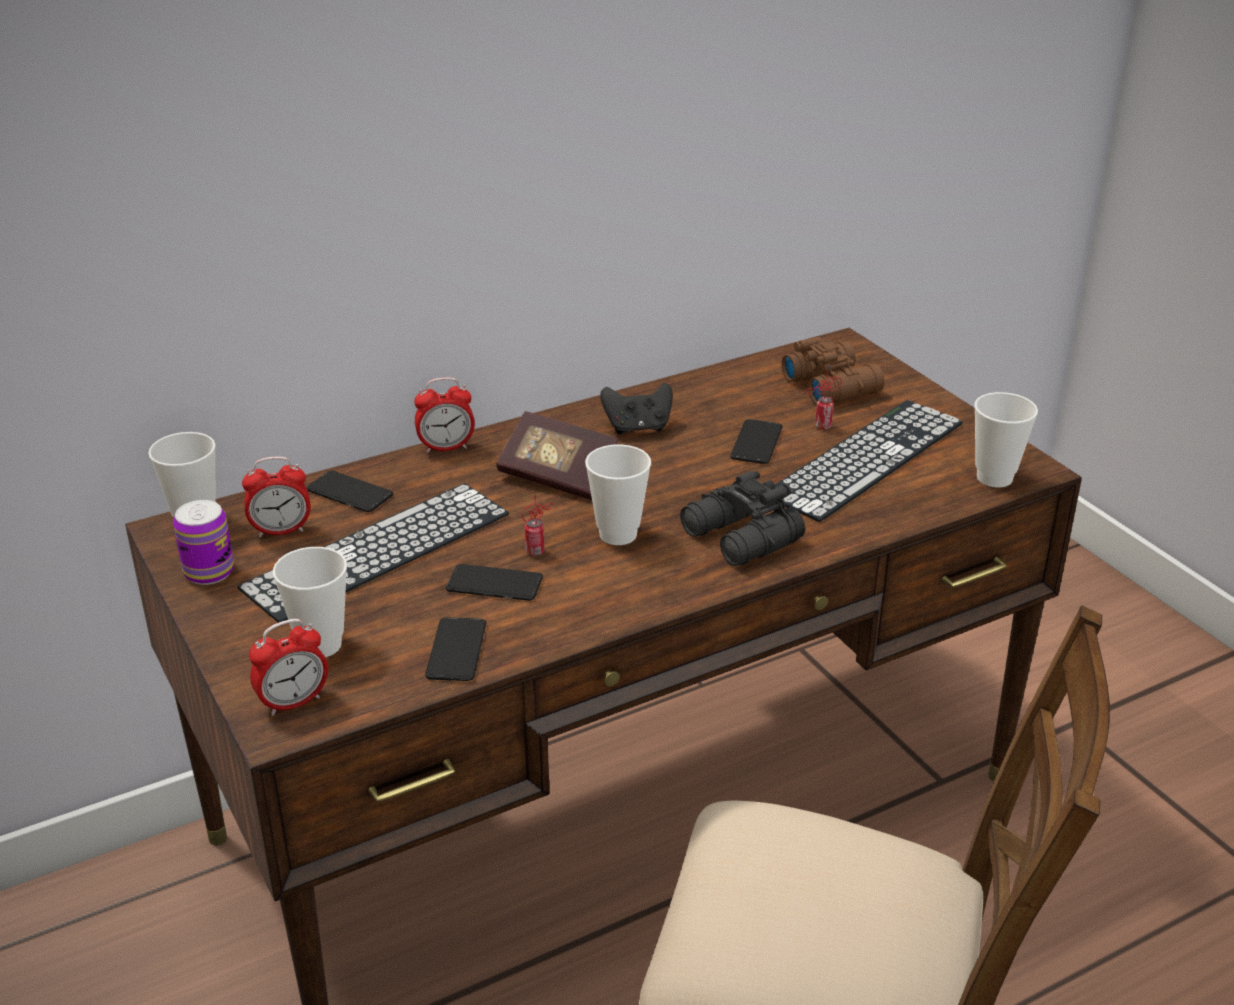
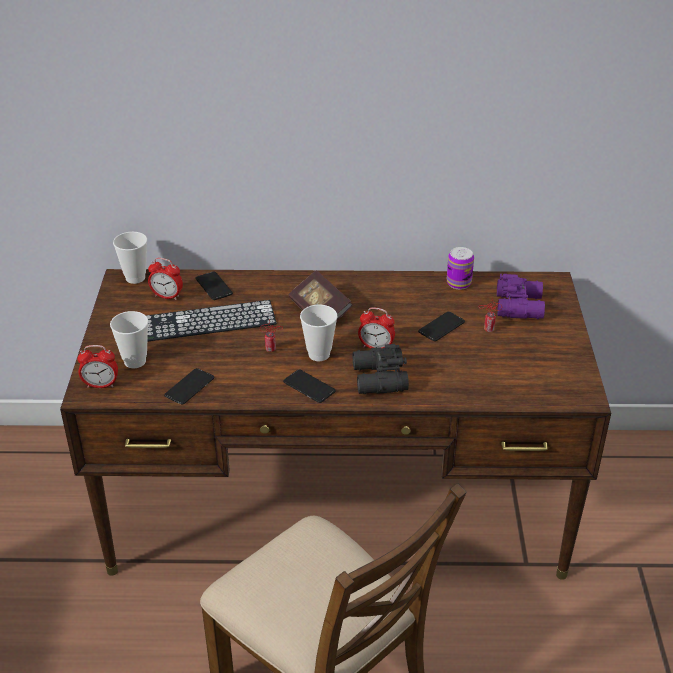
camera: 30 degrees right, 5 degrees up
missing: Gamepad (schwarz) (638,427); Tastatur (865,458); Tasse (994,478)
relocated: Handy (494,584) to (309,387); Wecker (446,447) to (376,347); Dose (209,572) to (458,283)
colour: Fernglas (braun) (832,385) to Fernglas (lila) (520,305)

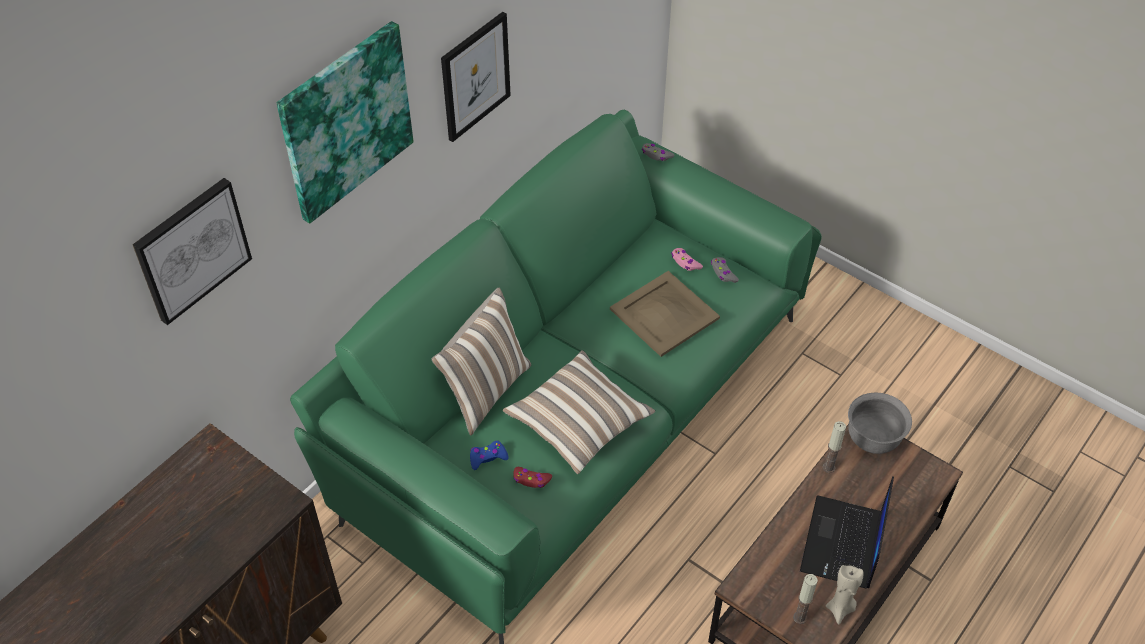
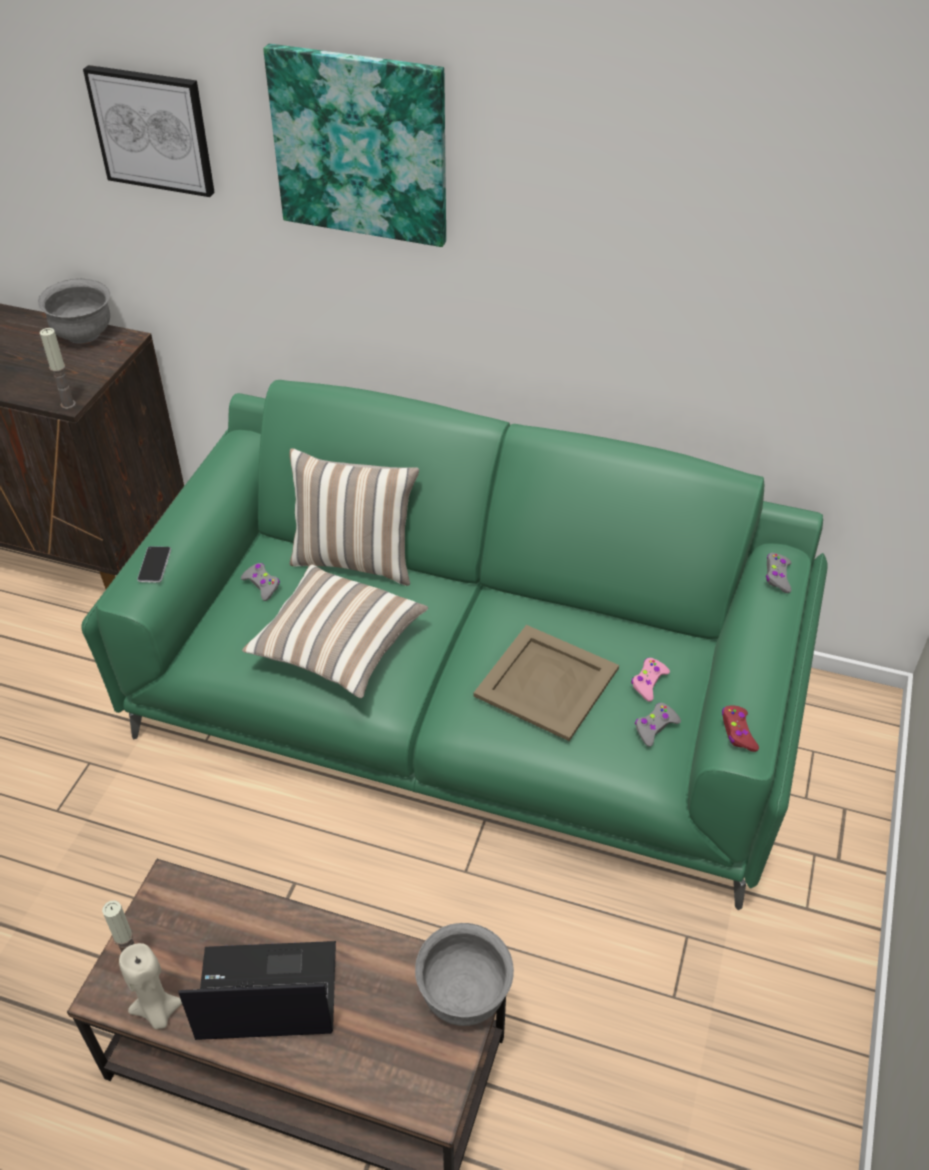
camera: 70 degrees right, 5 degrees down
missing: Bild (475,76)
appeared: Schüssel (grau) (83,335); Handy (154,565)
relocated: Kerze (828,467) to (68,404); Gamepad (rot) (531,480) to (738,732)
colour: Gamepad (blau) (487,457) to Gamepad (grau) (262,585)

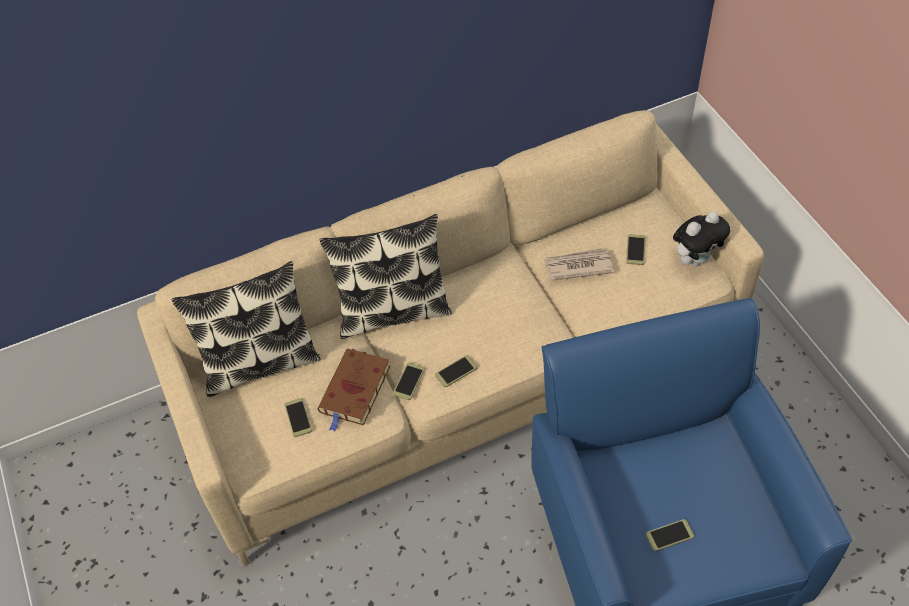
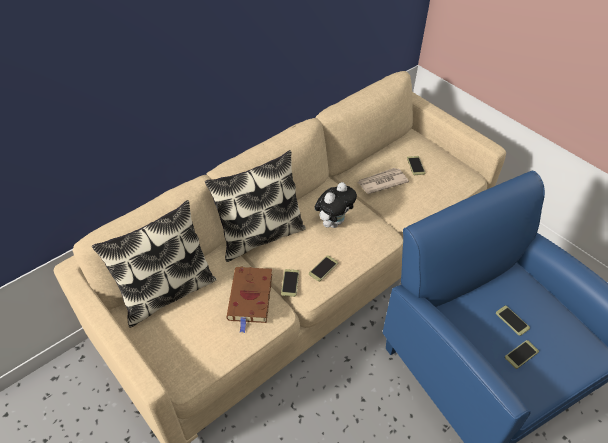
camera: 20 degrees left, 5 degrees down
relocated: Plüschtier (695,259) to (333,222); Handy (298,417) to (512,320)

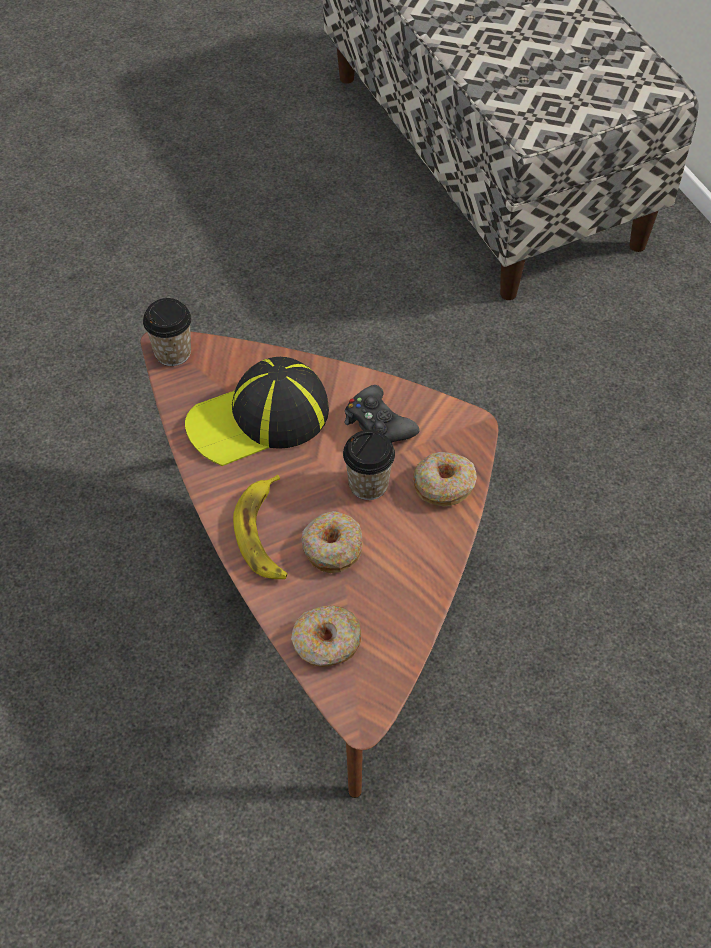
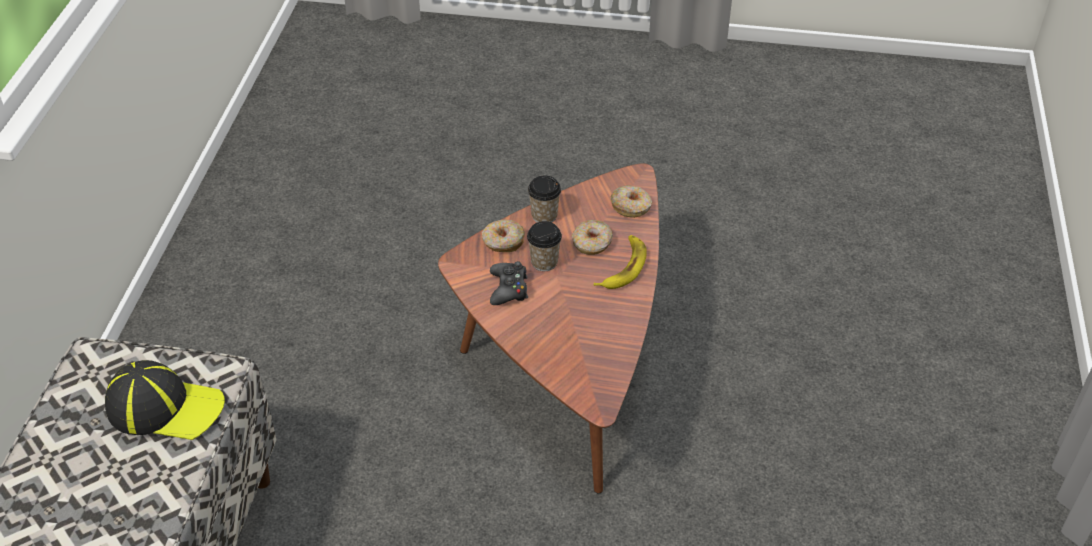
camera: 145 degrees left, 10 degrees down
relocated: Kappe (259,419) to (165,407); Tasse (173,353) to (544,216)

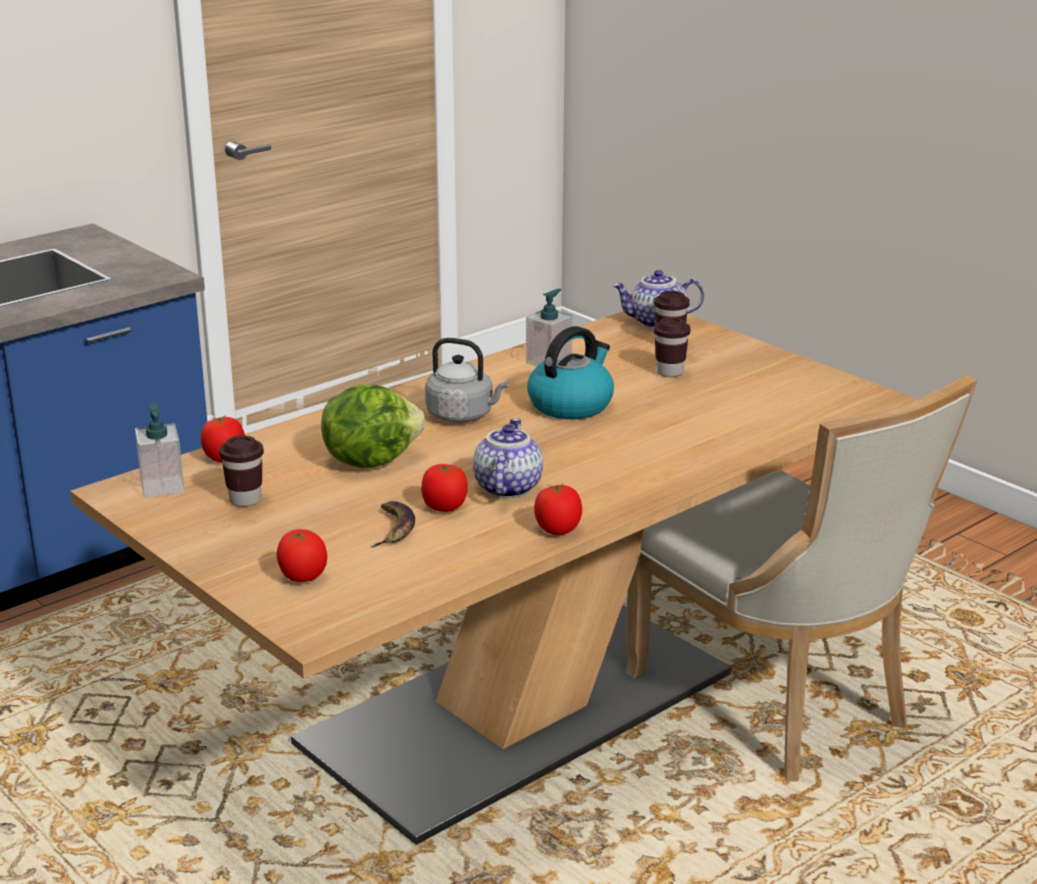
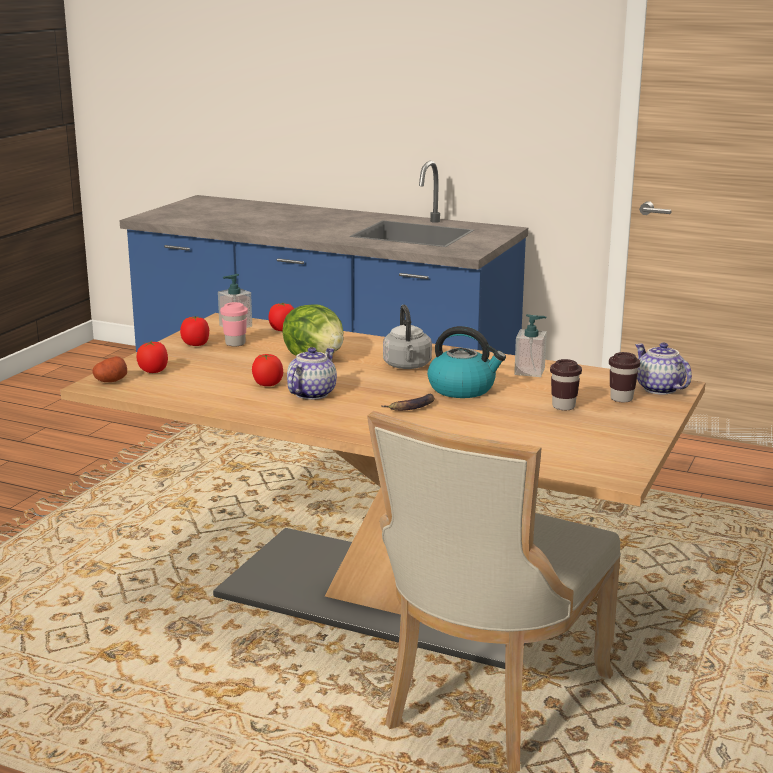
camera: 65 degrees right, 5 degrees down
appeared: Kartoffel (111,381)
relocated: Tomate (558,530) to (196,344); Banane (393,528) to (411,407)
colour: Tasse (braun) (245,500) to Tasse (rosa) (235,343)
spun: Teekanne (506,487) = (311,393) 45 degrees counterclockwise

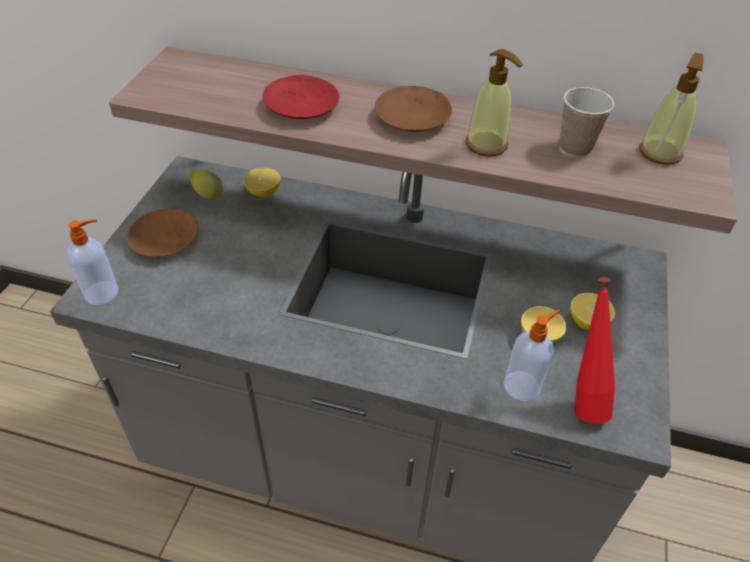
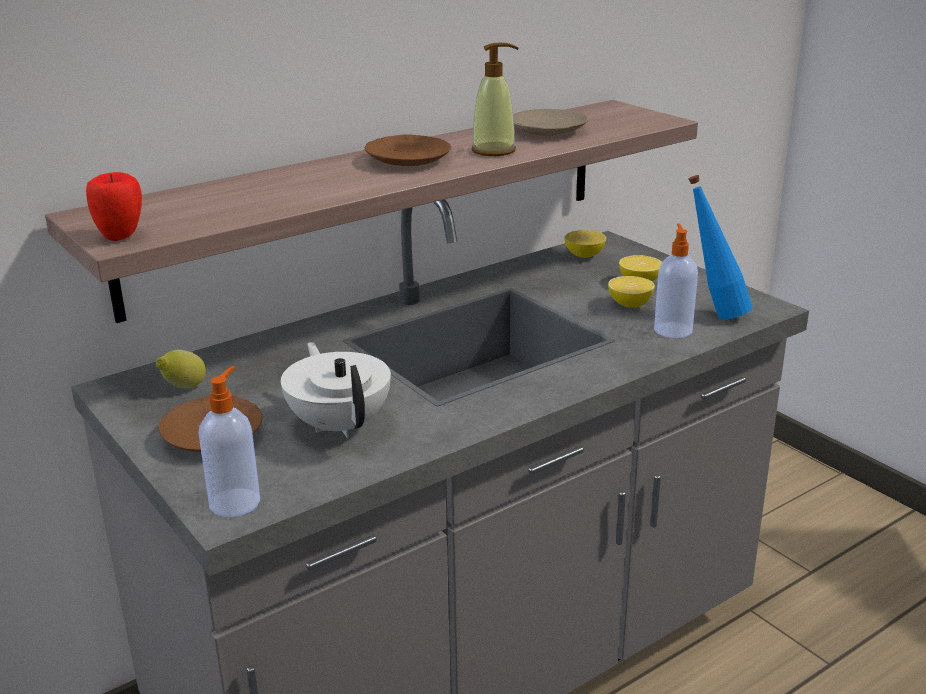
camera: 50 degrees left, 20 degrees down
missing: Teller (rot) (301,105); Seifenspender (660,152)
appeared: Apfel (121,237); Teekanne (weiß) (340,424)
relocated: Zitrone (263,192) to (584,255)
exchanged: Tasse (575,147) to Teller (beige) (547,131)
colour: Flasche (rot) (582,398) to Flasche (blau) (713,314)

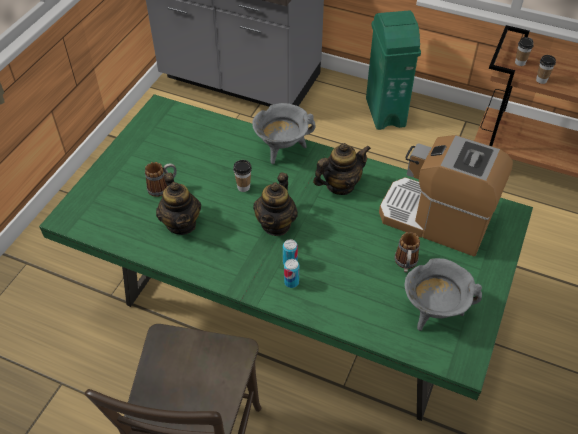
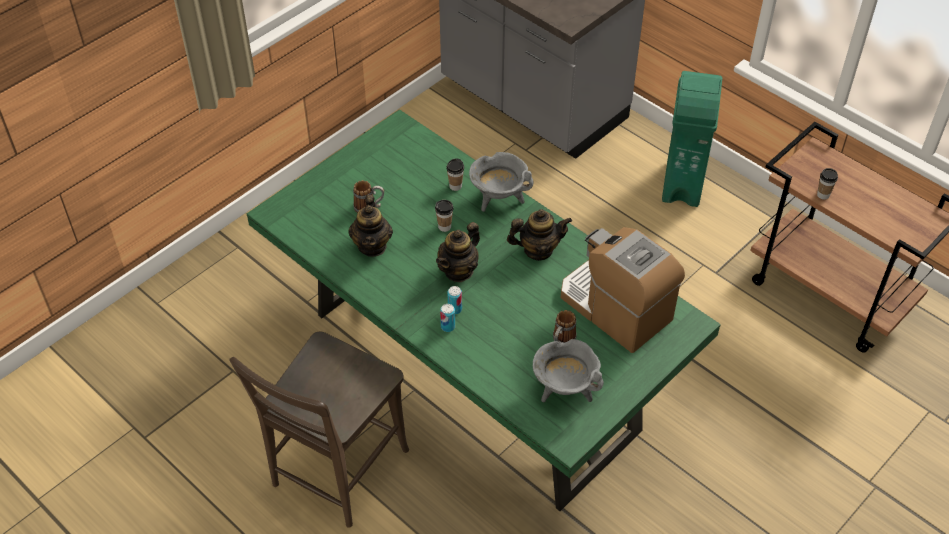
camera: 20 degrees right, 0 degrees up
relocated: Tasse (520,63) to (455,186)

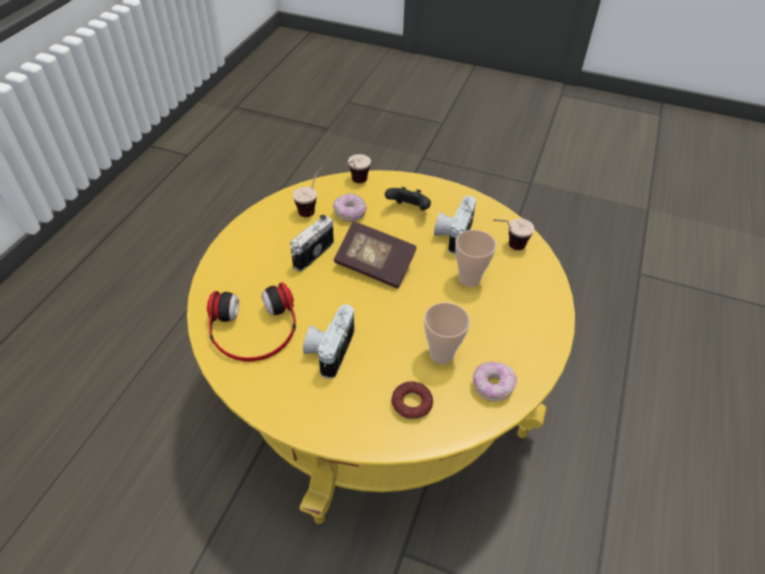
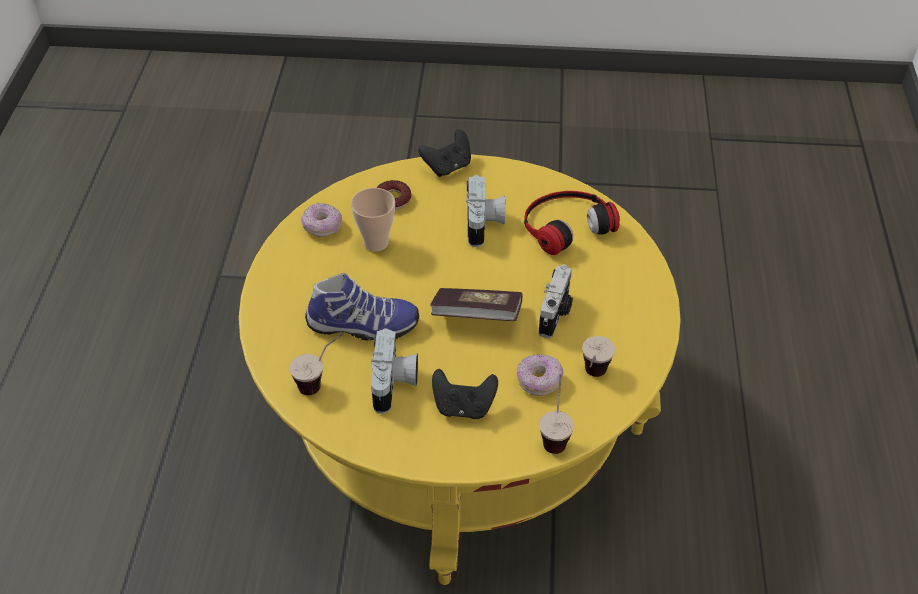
camera: 165 degrees right, 0 degrees up
appeared: Gamepad (schwarz) (447,167)
exchanged: Tasse (469,279) to Schuh (362,326)

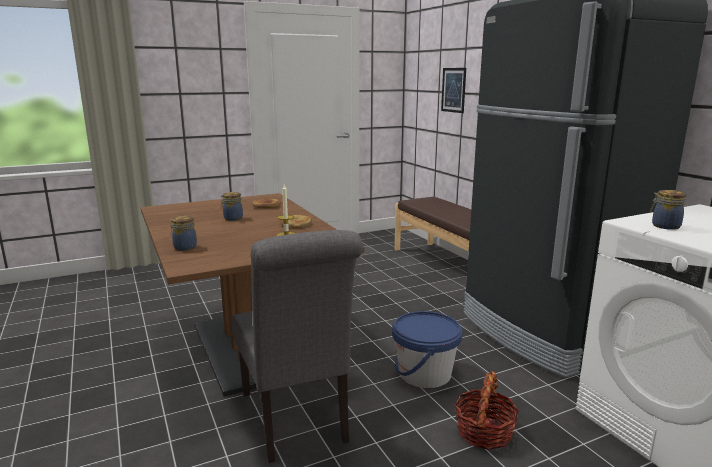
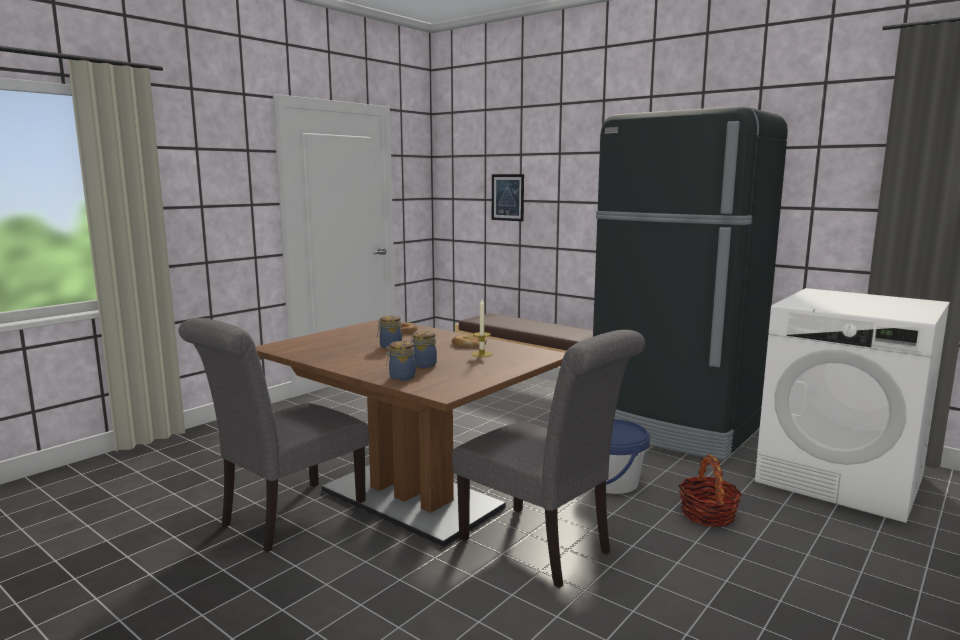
camera: 25 degrees left, 5 degrees down
appeared: Stuhl (grau) (286,518)
relocated: Vorratsglas (664,226) to (423,365)

